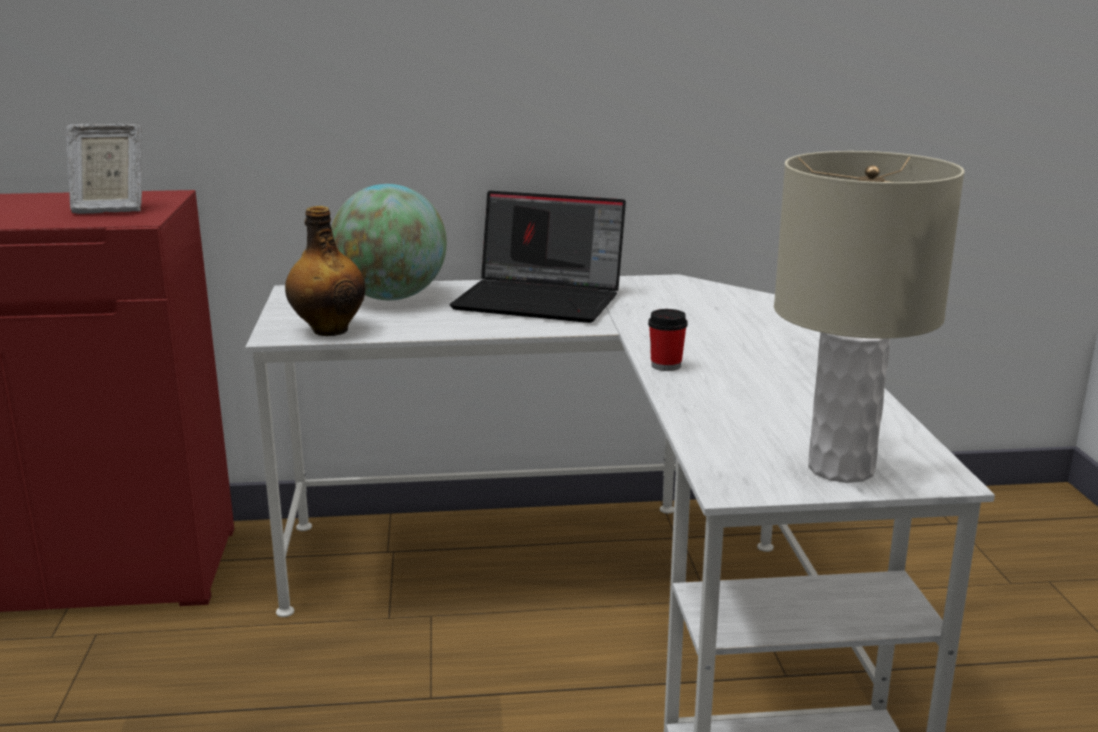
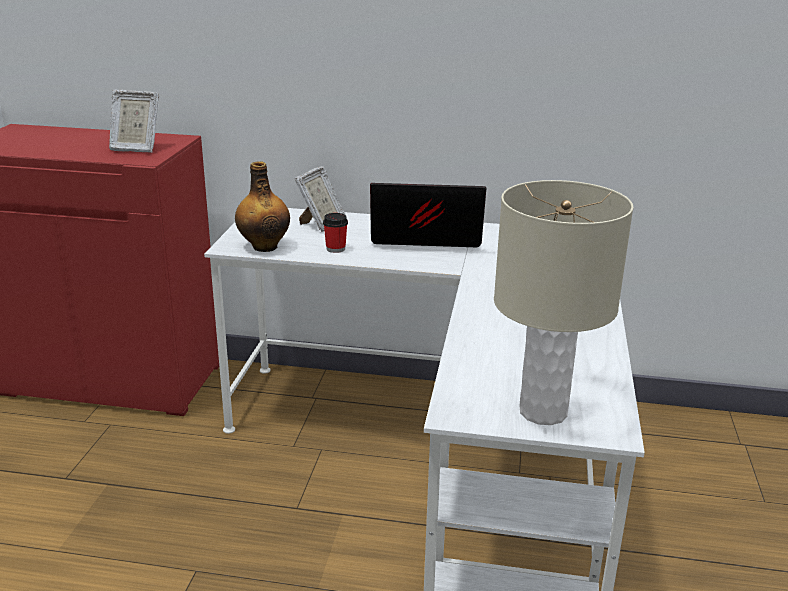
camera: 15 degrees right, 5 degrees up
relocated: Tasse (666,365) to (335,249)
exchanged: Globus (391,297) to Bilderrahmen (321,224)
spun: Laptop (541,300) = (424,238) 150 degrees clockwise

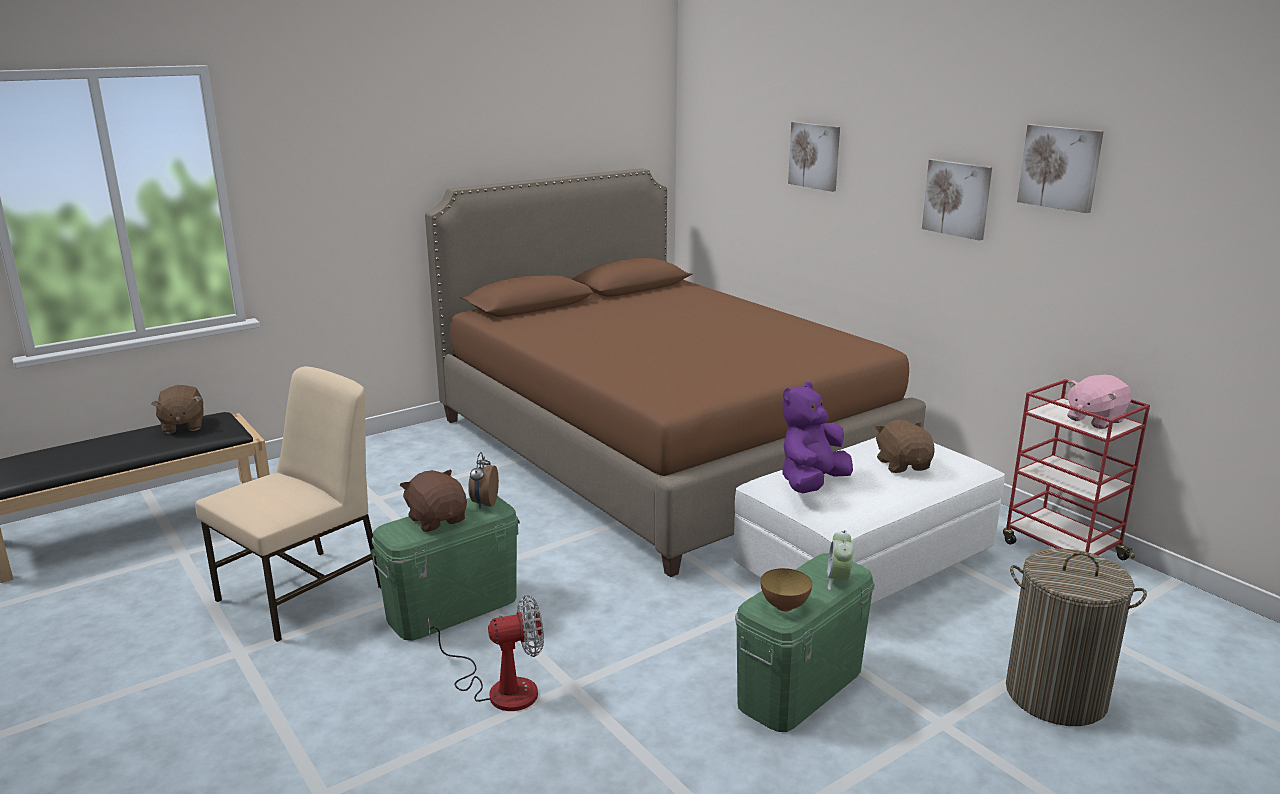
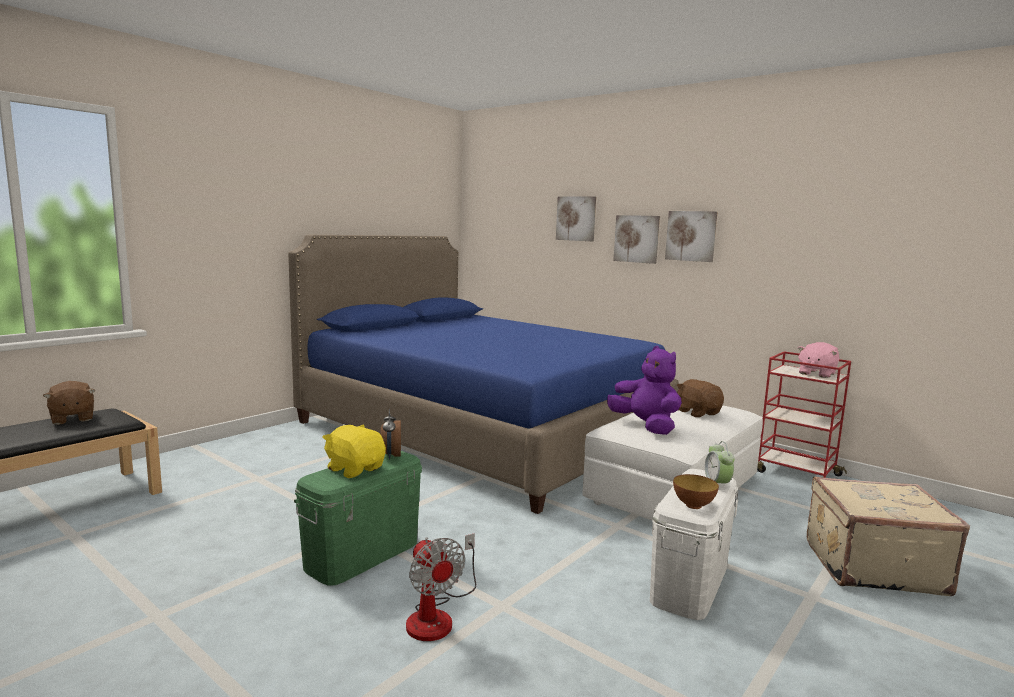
camera: 15 degrees left, 10 degrees down
missing: Stuhl (beige) (304,592)
relocated: Bild (1060,167) to (637,239)
exchanged: Wäschekorb (1055,695) to Koffer (beige) (871,566)
colour: Bett (braun) (661,449) to Bett (blau) (480,431); Plüschtier (braun) (437,520) to Plüschtier (gelb) (355,469); Aufbewahrungsbox (grün) (800,687) to Aufbewahrungsbox (weiß) (690,583)
spun: Ventilator (499,688) = (437,616) 90 degrees clockwise; Plüschtier (lila) (812,484) = (645,426) 120 degrees clockwise

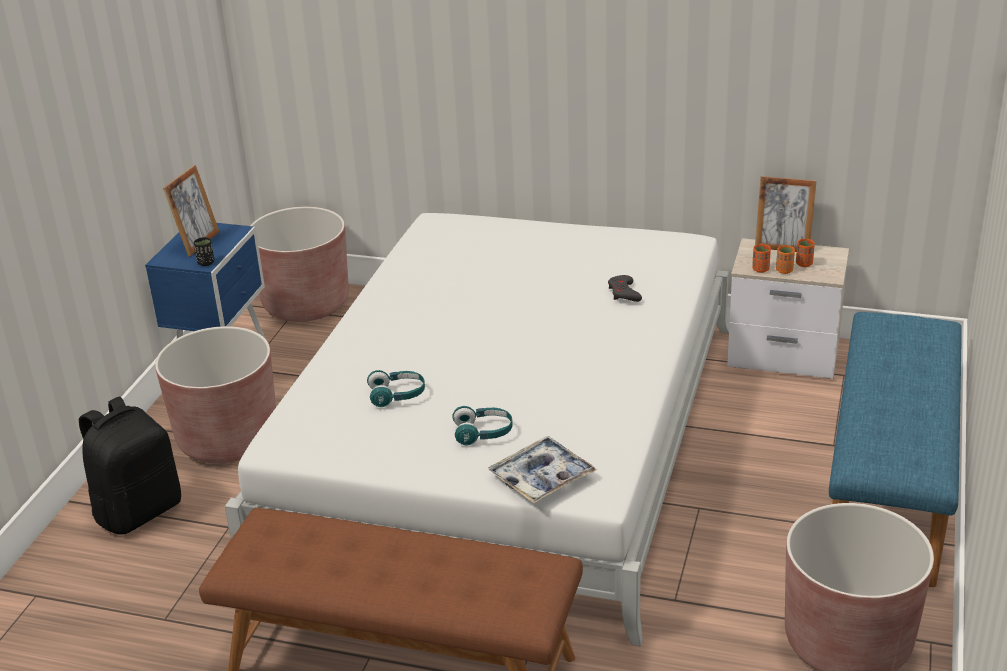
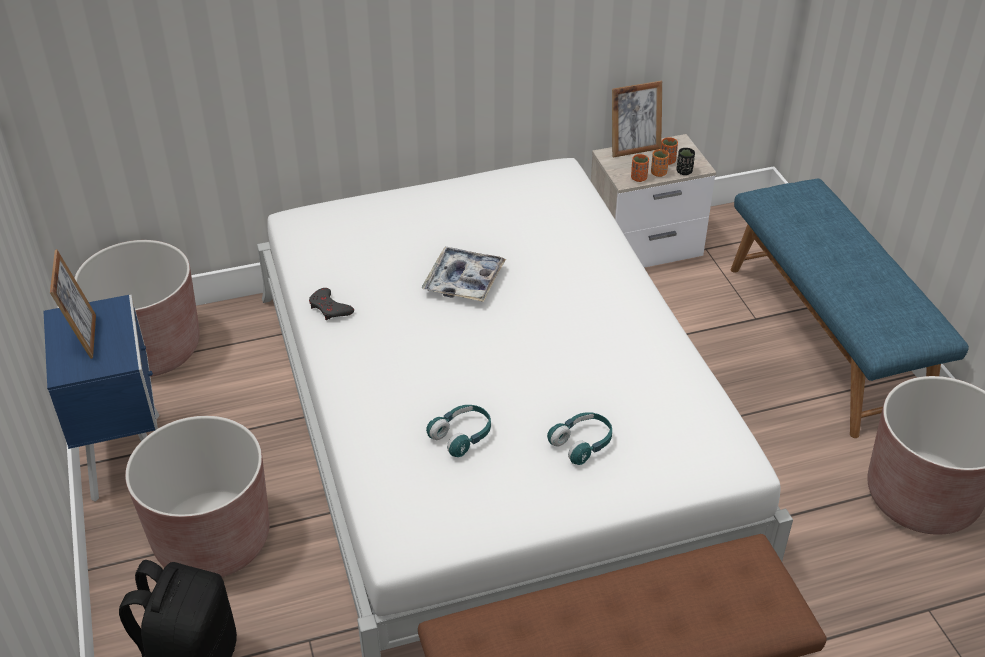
camera: 35 degrees left, 10 degrees up
relocated: Gamepad (grau) (624,293) to (330,308); Tablett (541,478) to (464,281); Tasse (schwarz) (206,263) to (684,171)

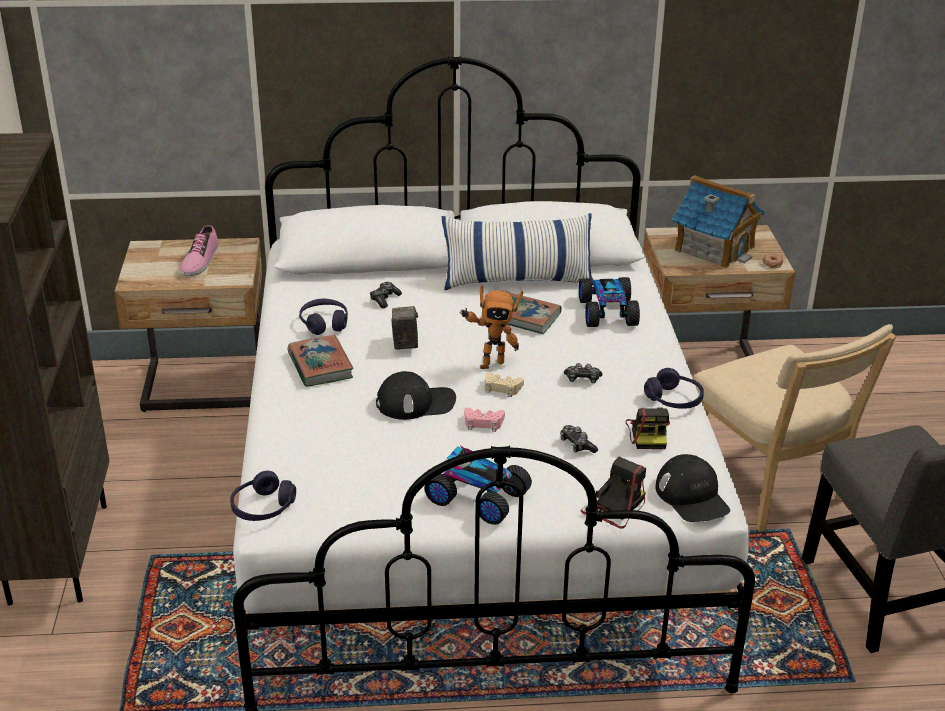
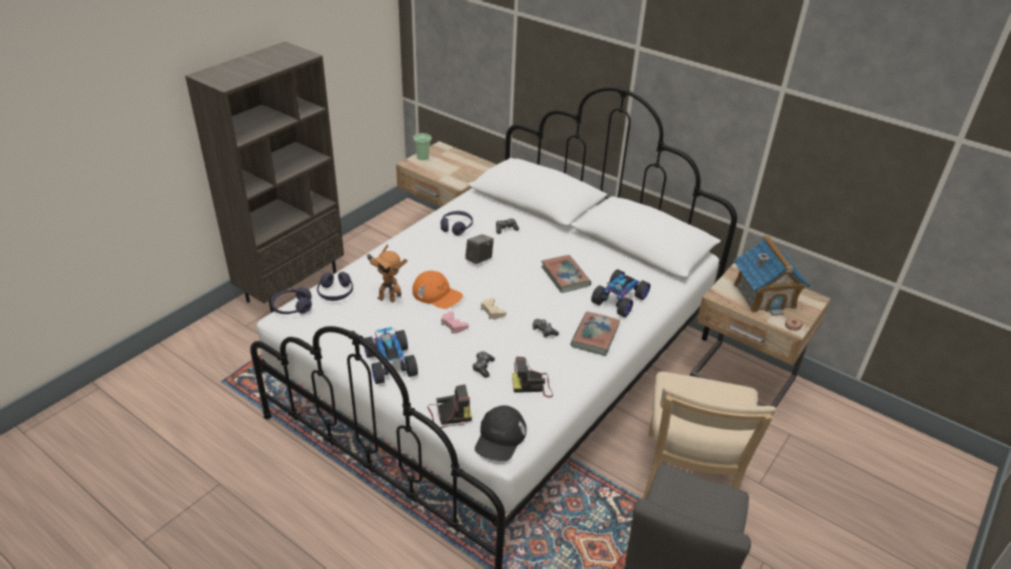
camera: 40 degrees right, 5 degrees up
missing: Schuh (199,260); Kissen (517,280)
appeared: Tasse (423,157)
relocated: Kopfhörer (lila) (674,400) to (335,293); Spielzeugroboter (490,363) to (387,298); Buch (320,365) to (595,336)
colour: Kappe (schwarz) (416,402) to Kappe (orange) (437,294)
spun: Kamera (648,433) = (532,385) 45 degrees clockwise

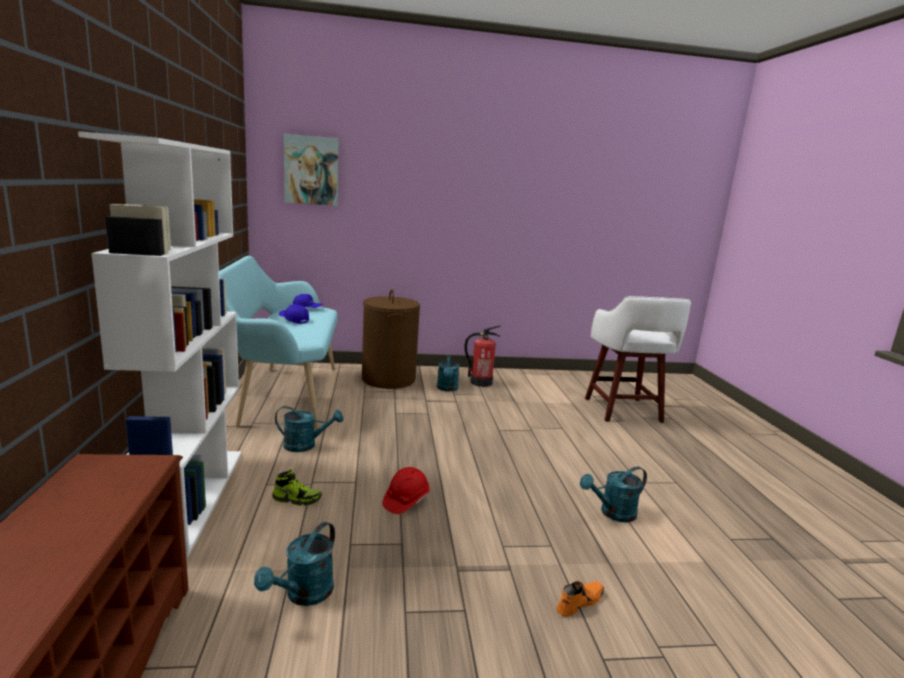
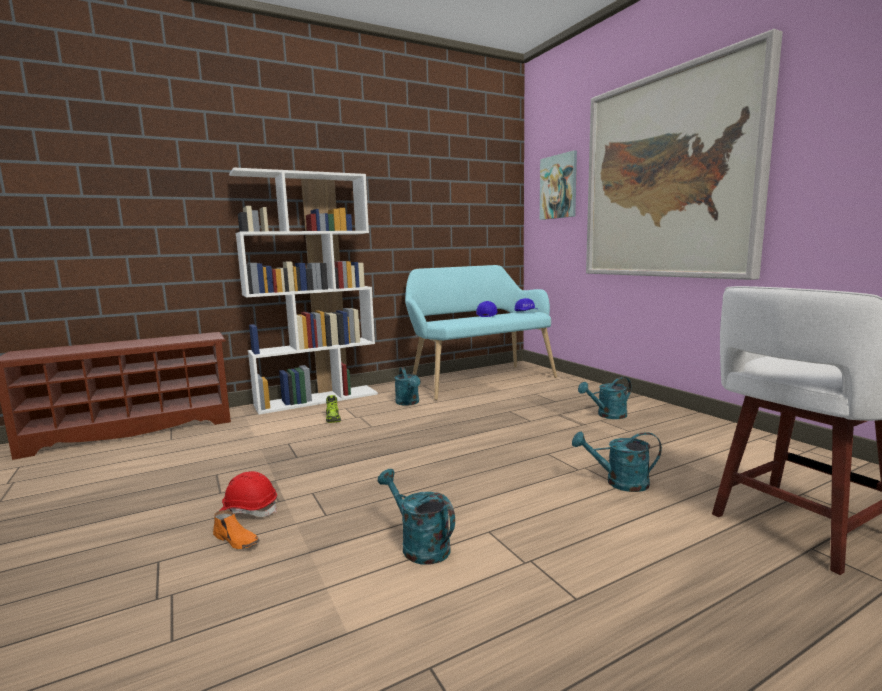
camera: 70 degrees right, 5 degrees down
missing: Wäschekorb (braun) (388,379); Feuerlöscher (480,382)
appeared: Bild (668,177)
relocated: Schutzhelm (rot) (406,500) to (249,510); Gießkanne (türkis) (303,595) to (619,483)

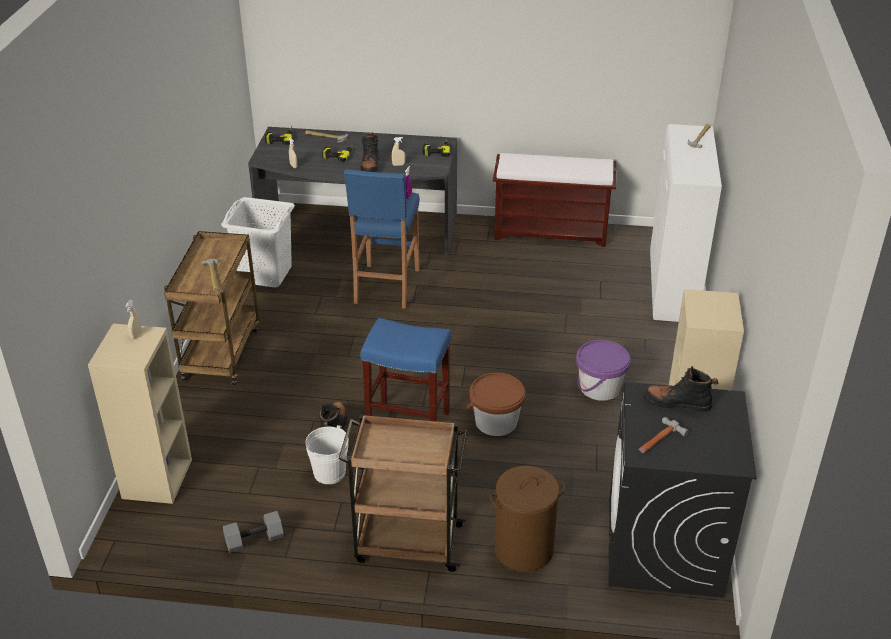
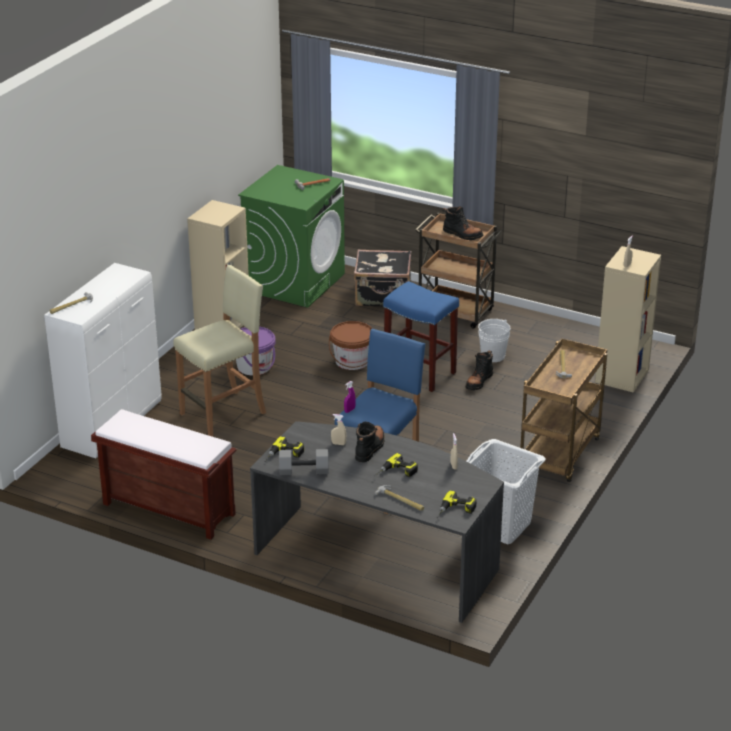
camera: 160 degrees left, 5 degrees down
appeared: Hocker (beige) (224,413)
relocated: Hantel (grau) (254,541) to (304,470); Stiefel (schwarz) (677,403) to (462,234)
exchanged: Wäschekorb (braun) (523,549) to Koffer (schwarz) (383,296)
colour: Waschmaschine (schwarz) (664,547) to Waschmaschine (grün) (295,282)

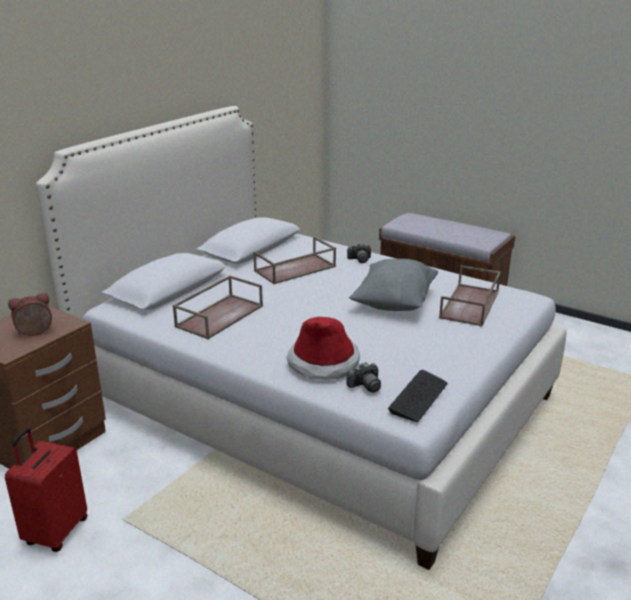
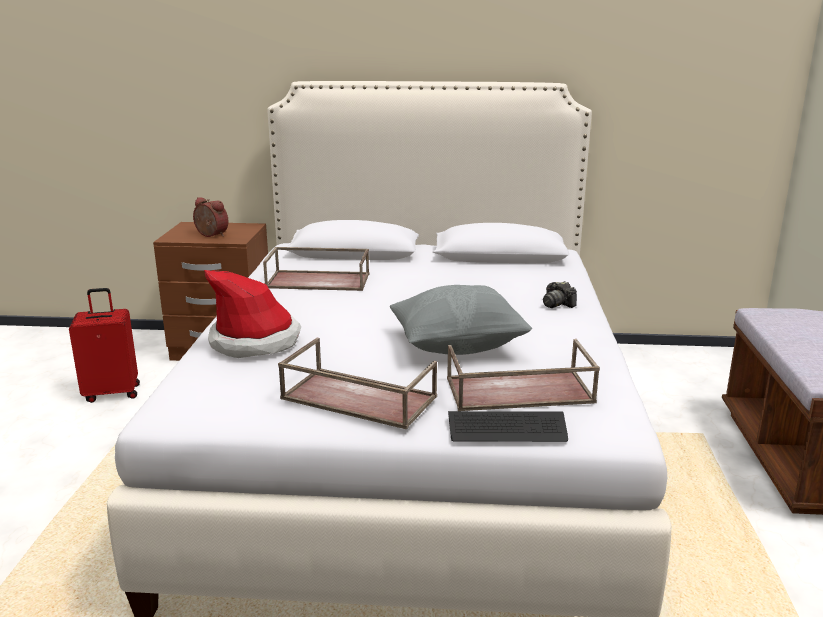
camera: 60 degrees right, 5 degrees down
missing: Kamera (365,386)
relocated: Tablett (braun) (295,269) to (356,398); Tastatur (418,397) to (507,429)

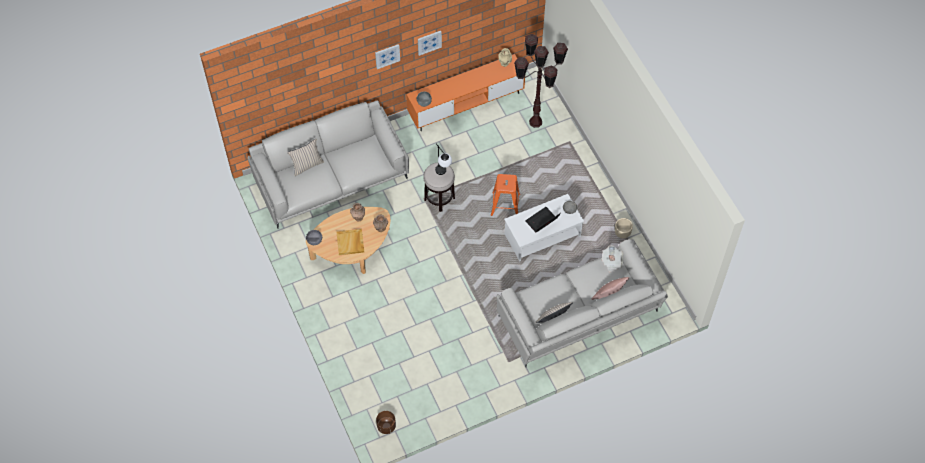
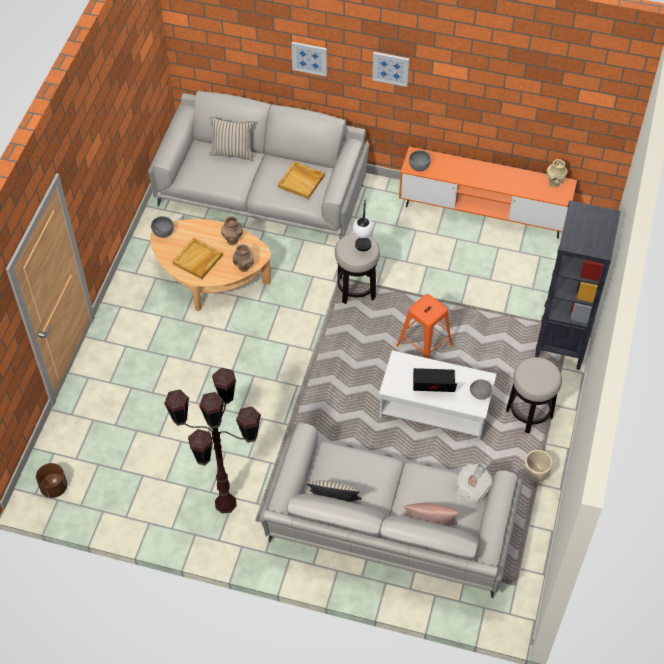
camera: 40 degrees right, 5 degrees down
appeared: Tablett (beige) (301,181); Hocker (529,413); Bücherregal (schwarz) (561,342)
relocated: Stehlampe (braun) (535,122) to (225,504); Bild (429,42) to (309,58)

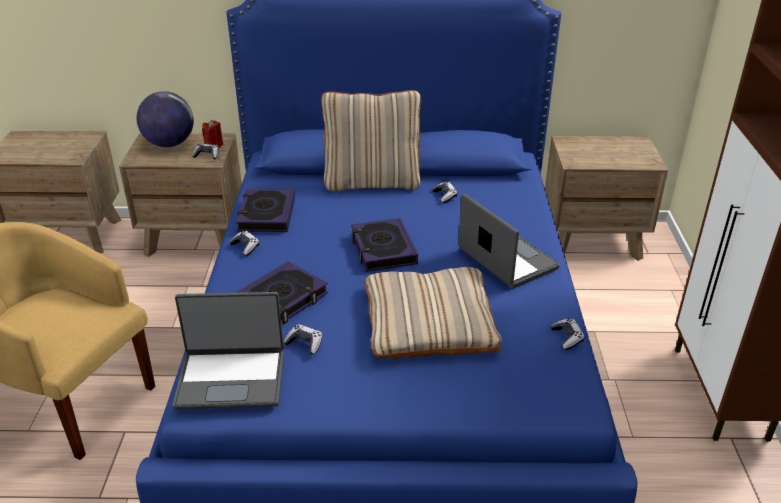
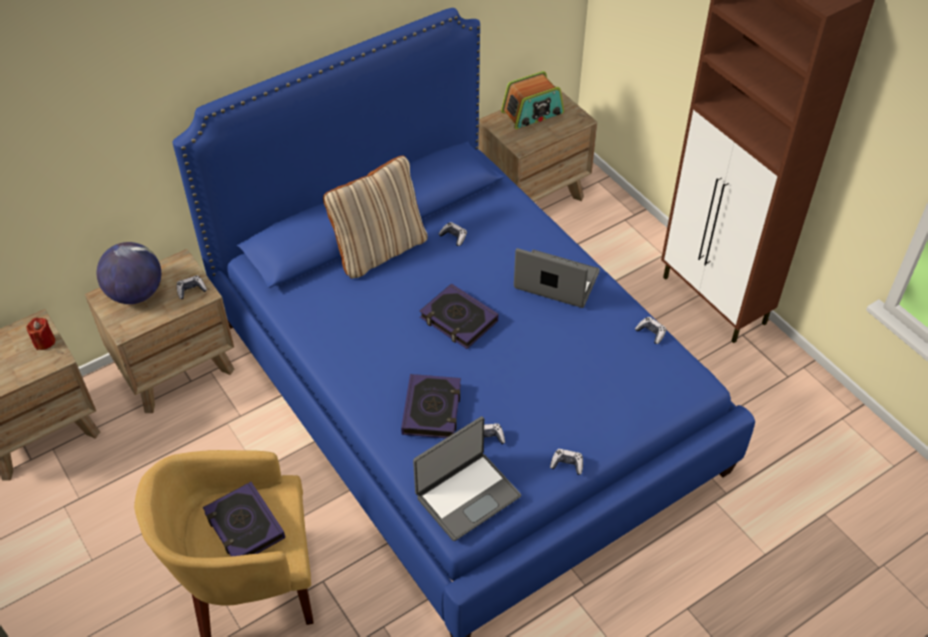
camera: 35 degrees left, 15 degrees up
missing: Kissen (beige) (429,321)
appeared: Radio (532,113)
relocated: Kerze (rot) (214,144) to (44,342); Buch (266,215) to (244,526); Gamepad (245,247) to (567,464)

